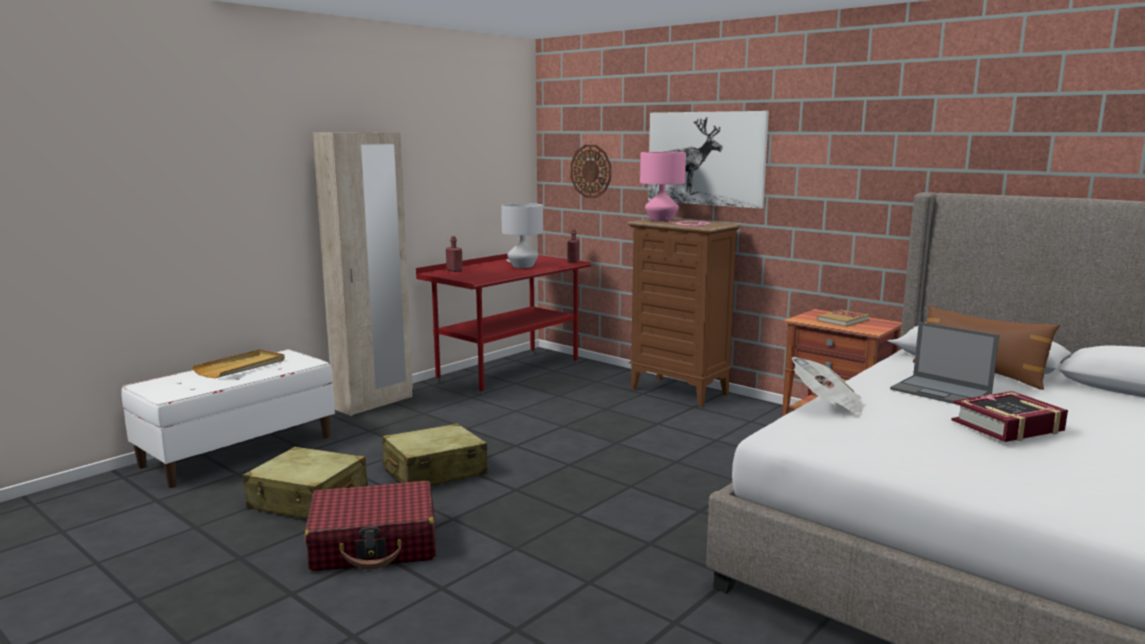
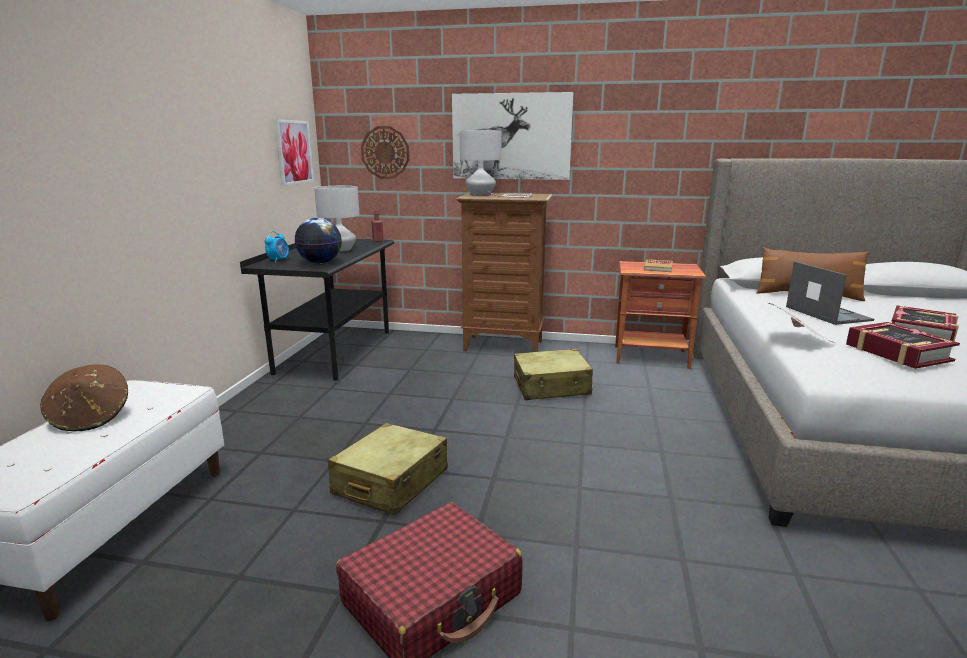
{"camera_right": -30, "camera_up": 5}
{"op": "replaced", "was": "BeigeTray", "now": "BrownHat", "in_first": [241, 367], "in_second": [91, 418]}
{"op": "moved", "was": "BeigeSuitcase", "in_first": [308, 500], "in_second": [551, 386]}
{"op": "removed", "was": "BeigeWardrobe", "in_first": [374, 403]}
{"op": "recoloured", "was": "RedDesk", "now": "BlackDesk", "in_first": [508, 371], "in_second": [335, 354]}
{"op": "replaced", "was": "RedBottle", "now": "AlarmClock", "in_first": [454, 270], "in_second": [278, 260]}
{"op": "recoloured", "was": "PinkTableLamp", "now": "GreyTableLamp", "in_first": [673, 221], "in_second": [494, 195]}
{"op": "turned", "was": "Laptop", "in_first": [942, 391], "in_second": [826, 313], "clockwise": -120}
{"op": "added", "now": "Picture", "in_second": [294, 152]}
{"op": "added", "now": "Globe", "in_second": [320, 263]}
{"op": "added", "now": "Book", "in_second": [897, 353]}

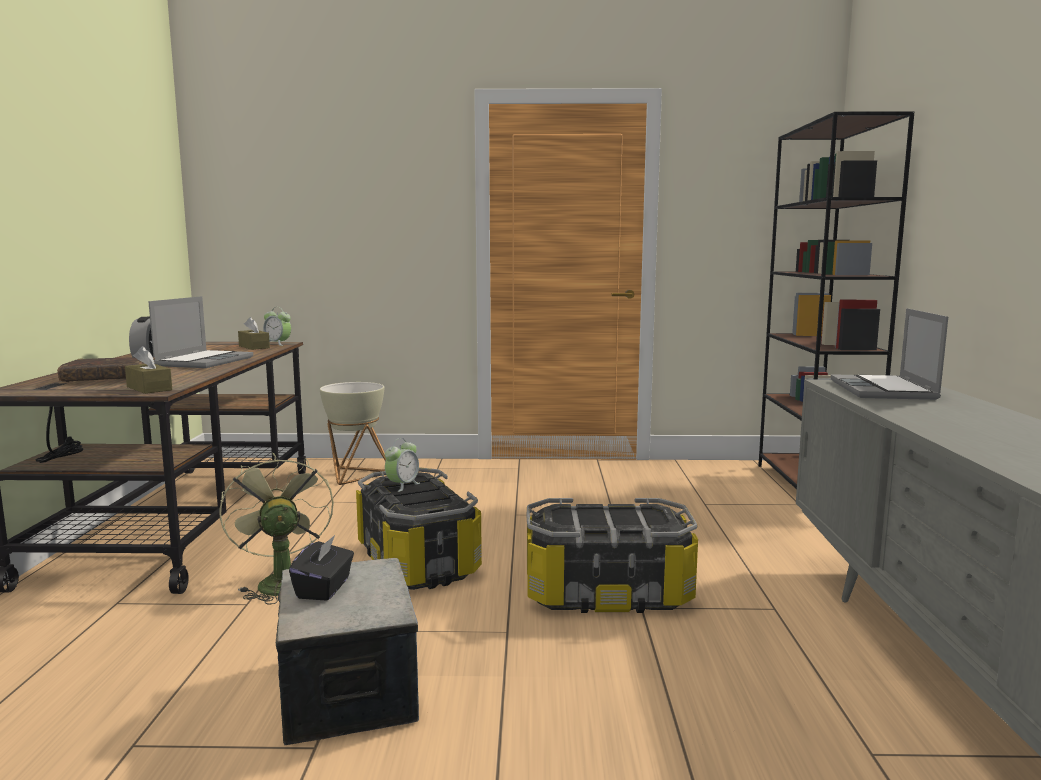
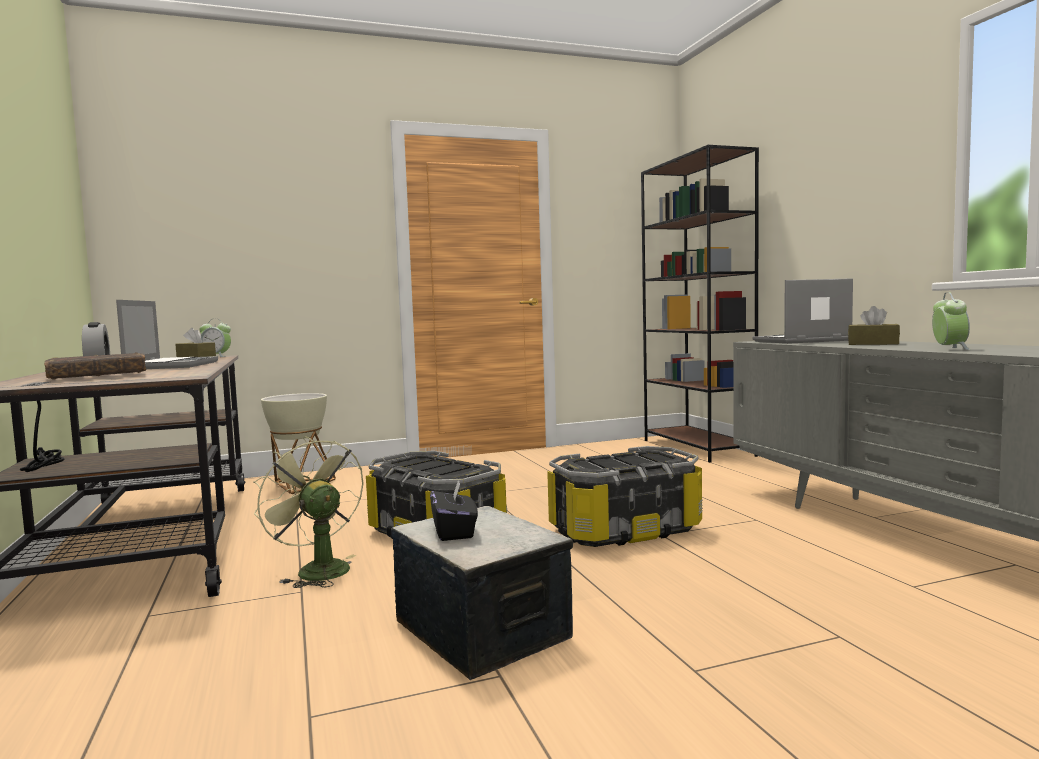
{"camera_right": -20, "camera_up": -5}
{"op": "moved", "was": "BrownTissueBox", "in_first": [149, 388], "in_second": [873, 344]}
{"op": "moved", "was": "AlarmClock", "in_first": [402, 485], "in_second": [949, 349]}
{"op": "turned", "was": "Laptop", "in_first": [884, 390], "in_second": [801, 341], "clockwise": 90}

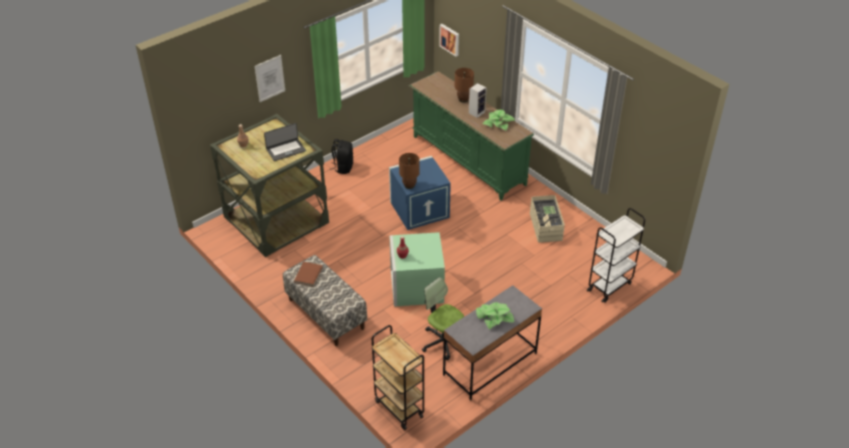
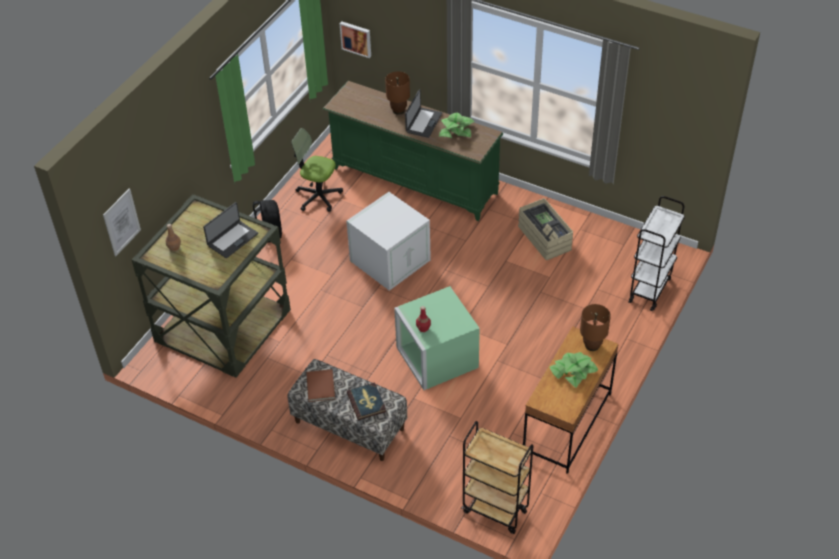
{"camera_right": -20, "camera_up": 5}
{"op": "moved", "was": "Picture", "in_first": [270, 78], "in_second": [121, 222]}
{"op": "recoloured", "was": "BlueStorageBox", "now": "WhiteStorageBox", "in_first": [420, 209], "in_second": [390, 259]}
{"op": "moved", "was": "BrownTableLamp", "in_first": [409, 185], "in_second": [592, 345]}
{"op": "moved", "was": "OfficeChair", "in_first": [443, 341], "in_second": [318, 196]}
{"op": "recoloured", "was": "GreyDesk", "now": "BrownDesk", "in_first": [490, 364], "in_second": [567, 424]}
{"op": "replaced", "was": "Speaker", "now": "Laptop", "in_first": [477, 112], "in_second": [423, 122]}
{"op": "added", "now": "Book", "in_second": [366, 402]}

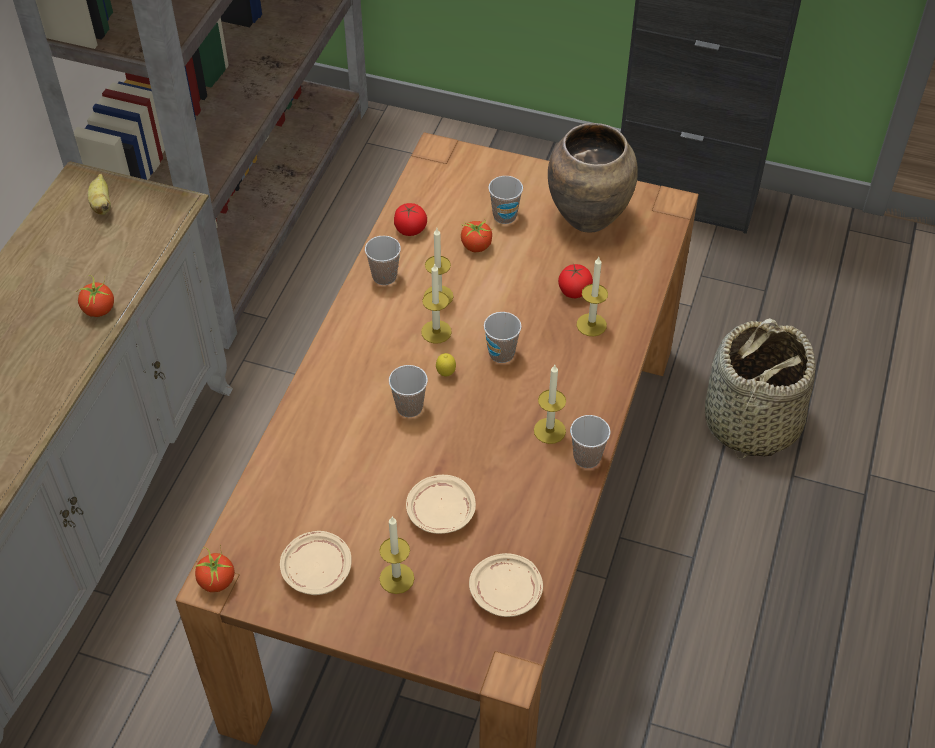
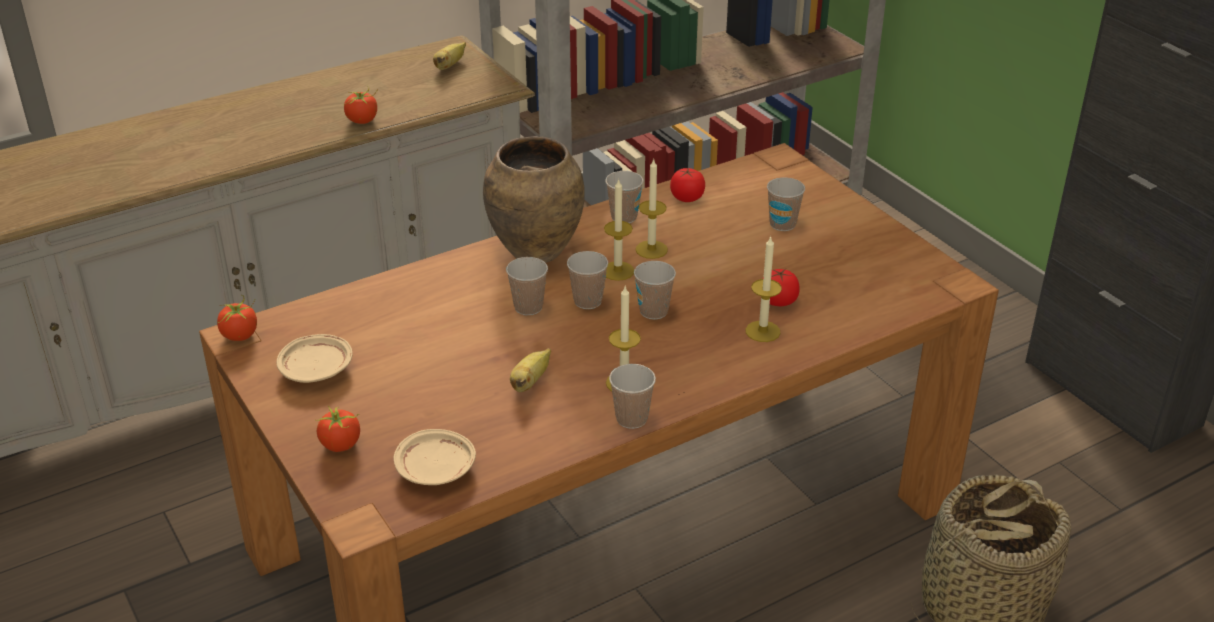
{"camera_right": 40, "camera_up": -15}
{"op": "removed", "was": "Candle", "in_first": [396, 578]}
{"op": "removed", "was": "BeigePlate", "in_first": [440, 512]}
{"op": "replaced", "was": "Lemon", "now": "Cup", "in_first": [446, 374], "in_second": [587, 301]}
{"op": "moved", "was": "Tomato", "in_first": [476, 246], "in_second": [341, 445]}
{"op": "moved", "was": "BrownVase", "in_first": [589, 218], "in_second": [536, 252]}
{"op": "added", "now": "Banana", "in_second": [530, 382]}

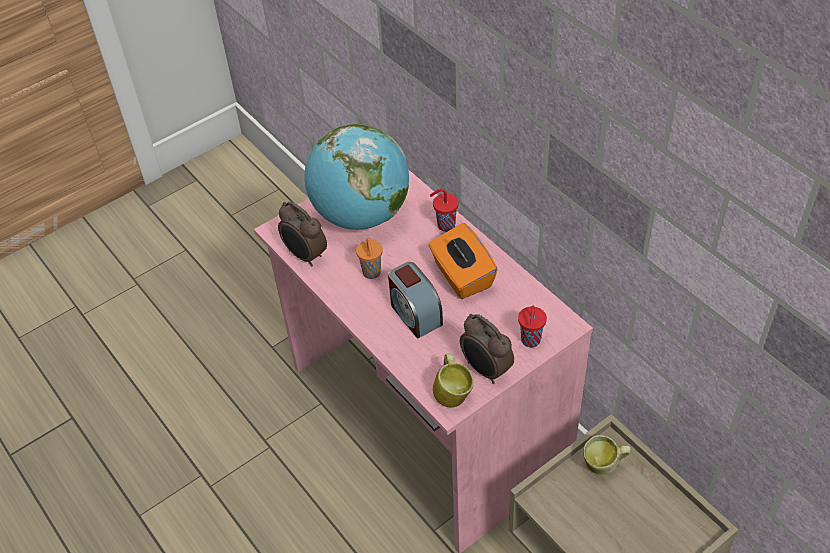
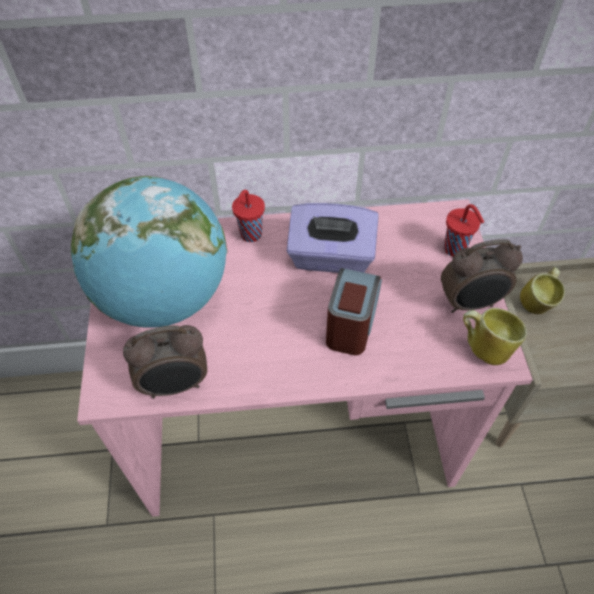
{"camera_right": -60, "camera_up": 5}
{"op": "removed", "was": "OrangeCup", "in_first": [372, 273]}
{"op": "turned", "was": "AlarmClock", "in_first": [415, 314], "in_second": [351, 324], "clockwise": -75}
{"op": "recoloured", "was": "OrangeTissueBox", "now": "PurpleTissueBox", "in_first": [462, 276], "in_second": [331, 257]}

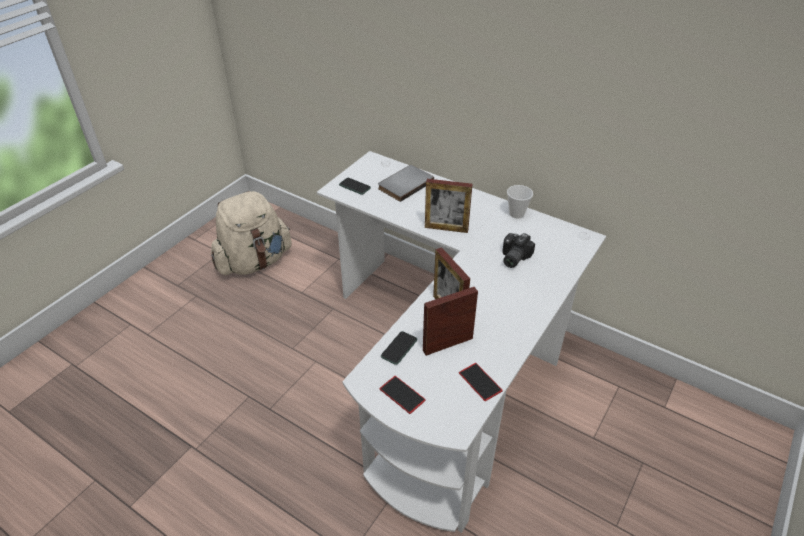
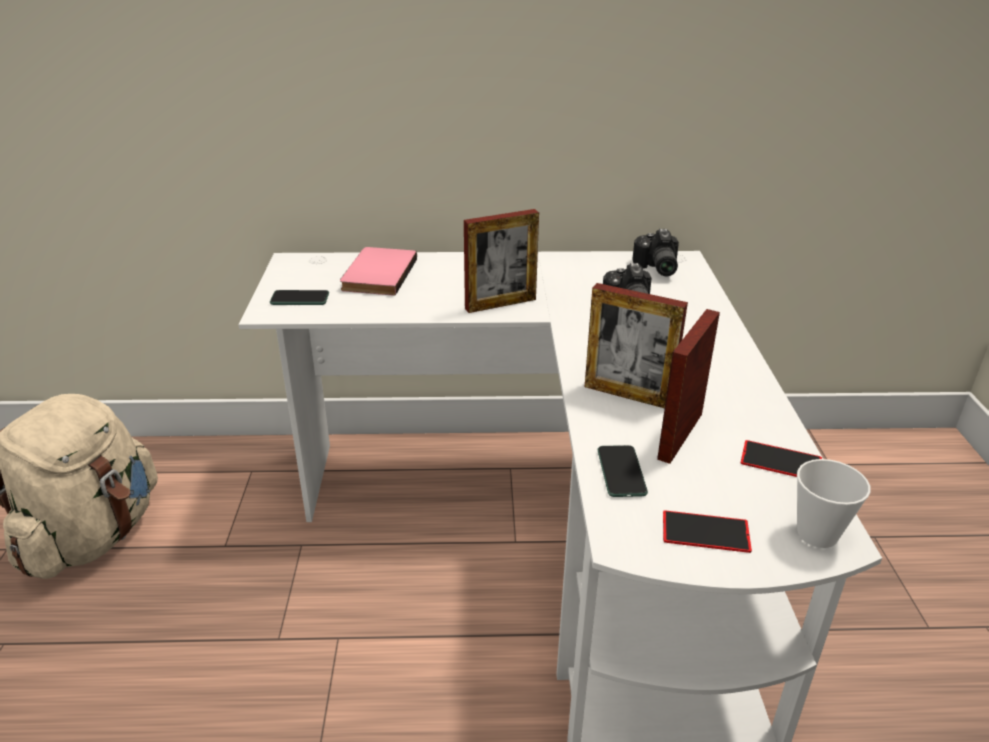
{"camera_right": -35, "camera_up": -10}
{"op": "recoloured", "was": "GreyBook", "now": "PinkBook", "in_first": [404, 184], "in_second": [376, 274]}
{"op": "moved", "was": "Cup", "in_first": [516, 214], "in_second": [817, 534]}
{"op": "added", "now": "PhotoCamera", "in_second": [656, 268]}

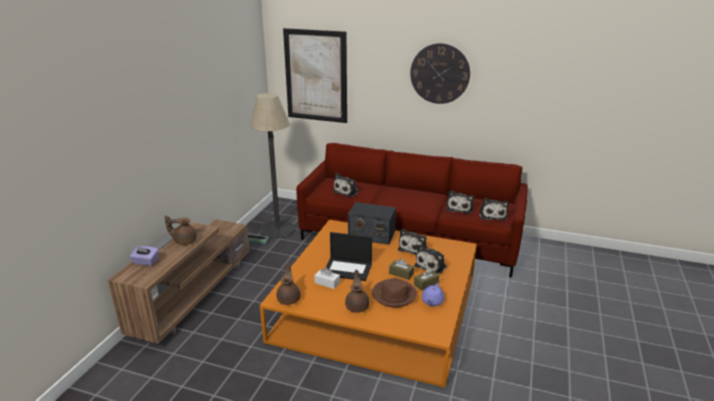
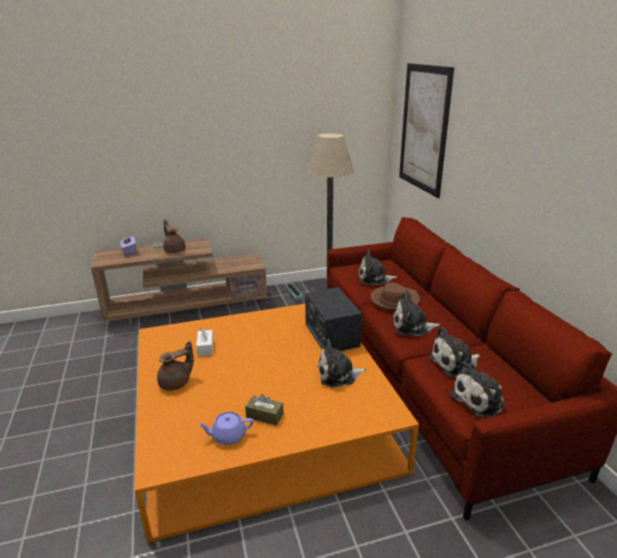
{"camera_right": 55, "camera_up": 0}
{"op": "removed", "was": "BrownTeapot", "in_first": [289, 298]}
{"op": "removed", "was": "Laptop", "in_first": [348, 269]}
{"op": "moved", "was": "BrownHat", "in_first": [394, 295], "in_second": [394, 300]}
{"op": "removed", "was": "BrownTissueBox", "in_first": [401, 274]}
{"op": "removed", "was": "WallClock", "in_first": [440, 73]}
{"op": "moved", "was": "PlushToy", "in_first": [432, 265], "in_second": [412, 326]}

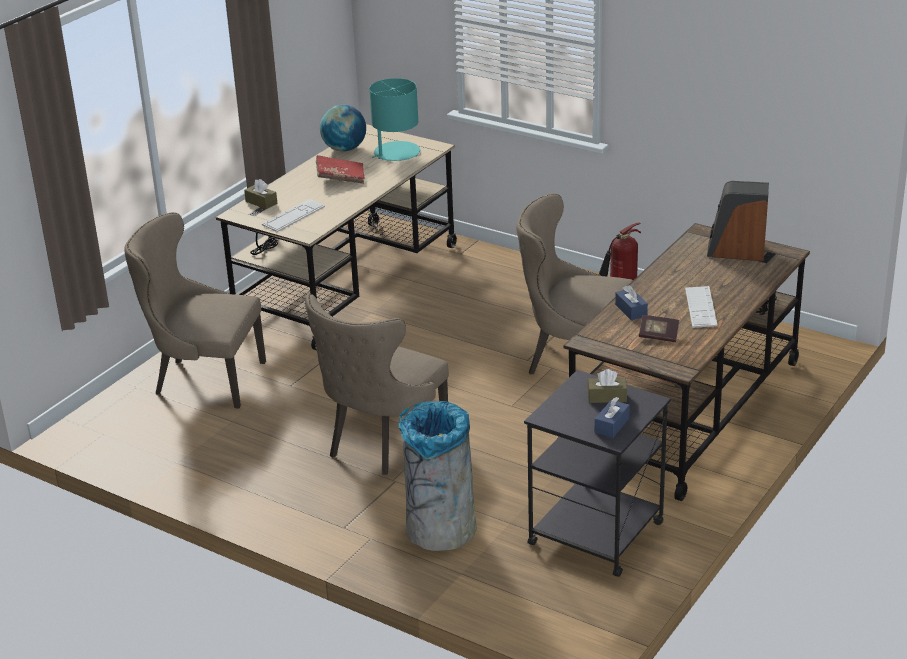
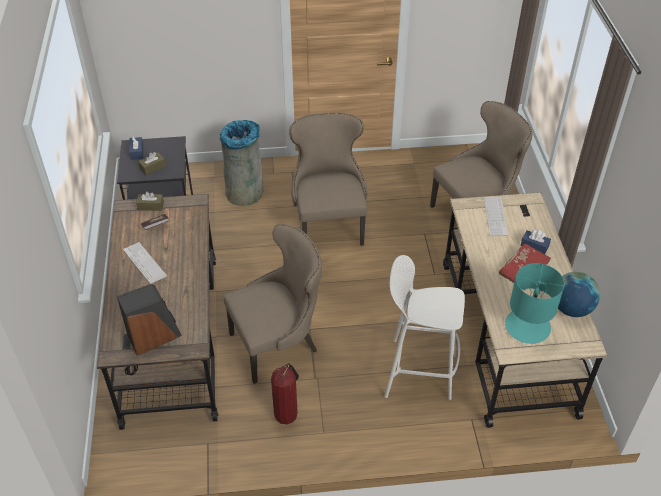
{"camera_right": 140, "camera_up": 15}
{"op": "moved", "was": "BrownTissueBox", "in_first": [261, 202], "in_second": [150, 206]}
{"op": "moved", "was": "BlueTissueBox", "in_first": [631, 310], "in_second": [534, 246]}
{"op": "added", "now": "WhiteStool", "in_second": [418, 372]}

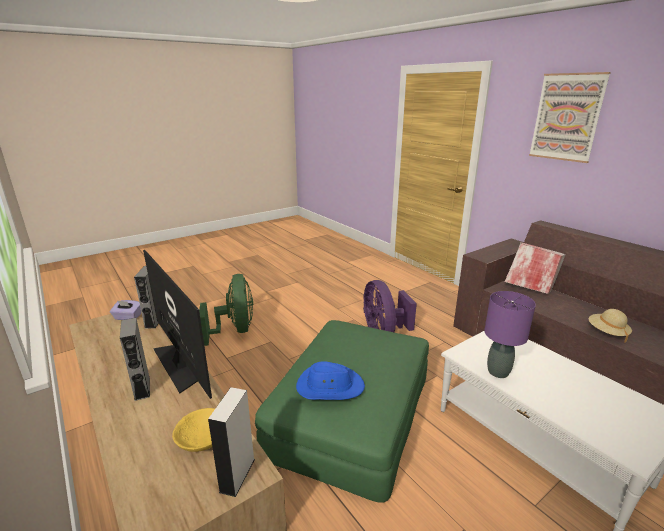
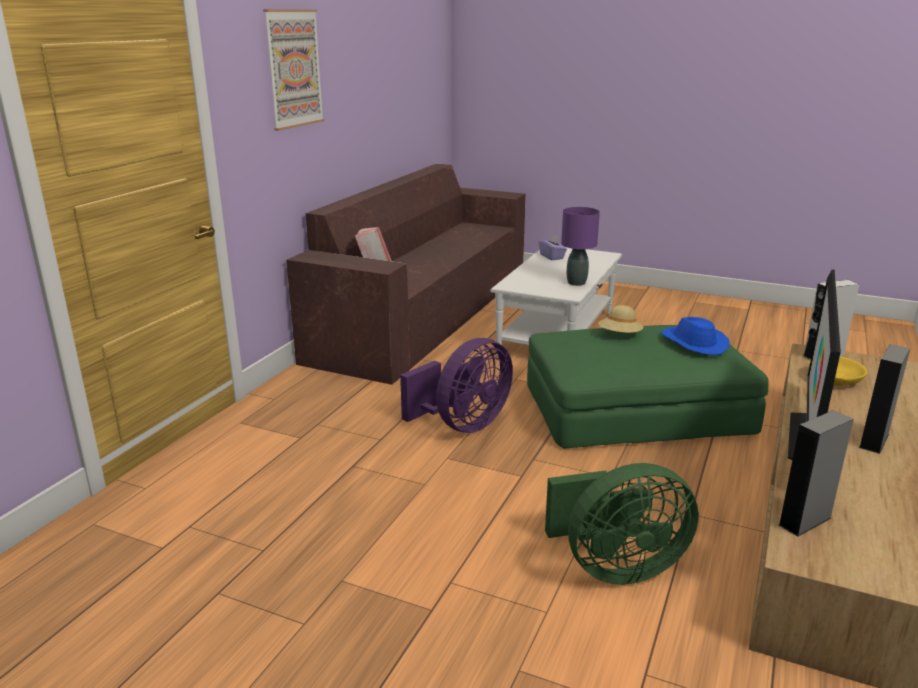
{"camera_right": -120, "camera_up": 0}
{"op": "moved", "was": "PurpleTissueBox", "in_first": [128, 317], "in_second": [552, 257]}
{"op": "turned", "was": "GreenFan", "in_first": [235, 330], "in_second": [615, 567], "clockwise": -150}
{"op": "moved", "was": "BeigeHat", "in_first": [607, 332], "in_second": [619, 335]}

